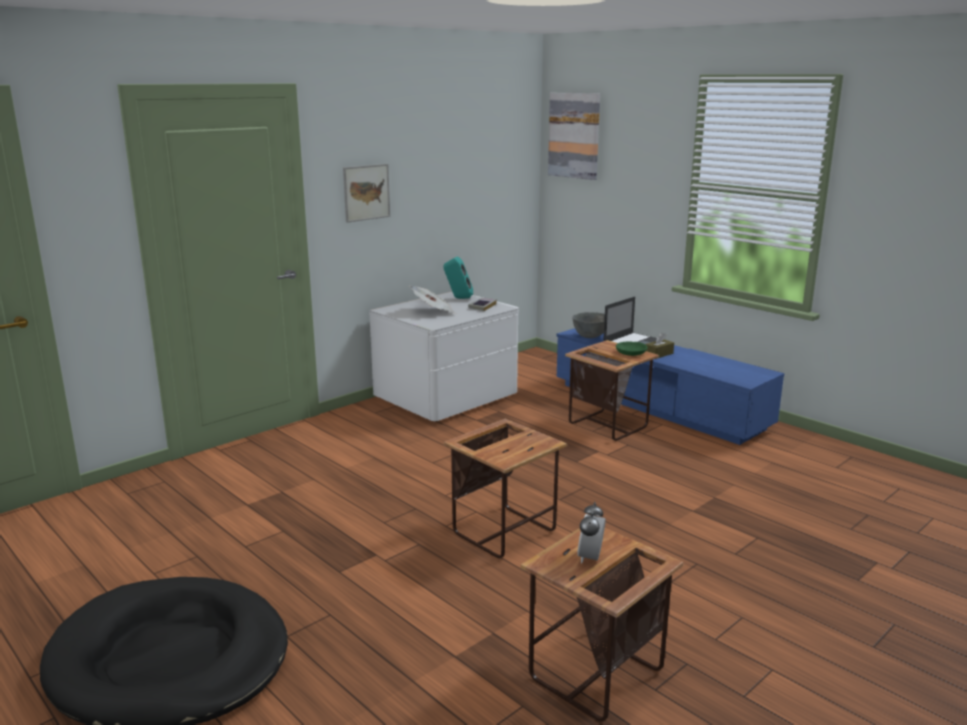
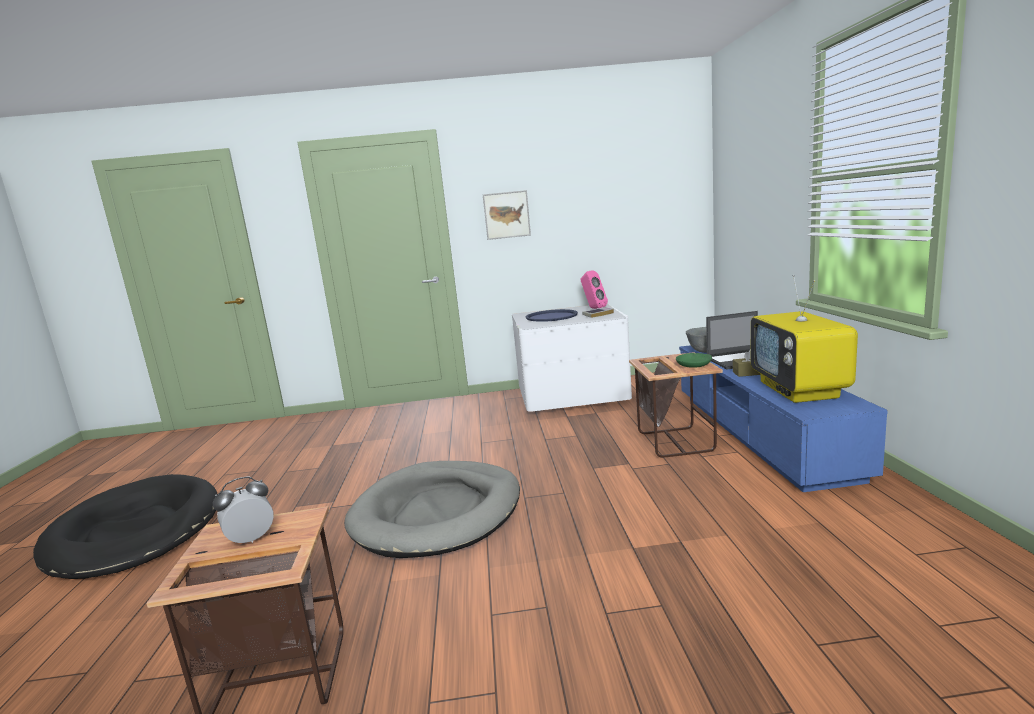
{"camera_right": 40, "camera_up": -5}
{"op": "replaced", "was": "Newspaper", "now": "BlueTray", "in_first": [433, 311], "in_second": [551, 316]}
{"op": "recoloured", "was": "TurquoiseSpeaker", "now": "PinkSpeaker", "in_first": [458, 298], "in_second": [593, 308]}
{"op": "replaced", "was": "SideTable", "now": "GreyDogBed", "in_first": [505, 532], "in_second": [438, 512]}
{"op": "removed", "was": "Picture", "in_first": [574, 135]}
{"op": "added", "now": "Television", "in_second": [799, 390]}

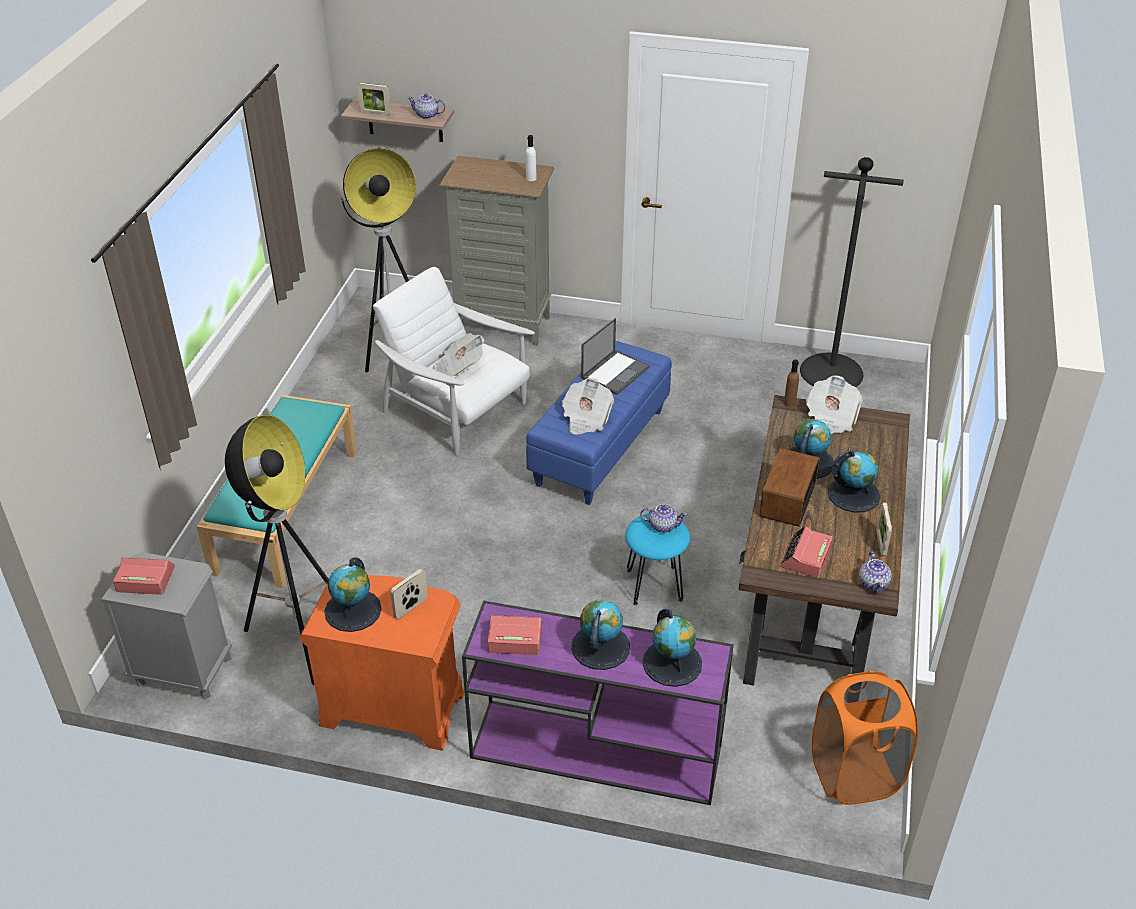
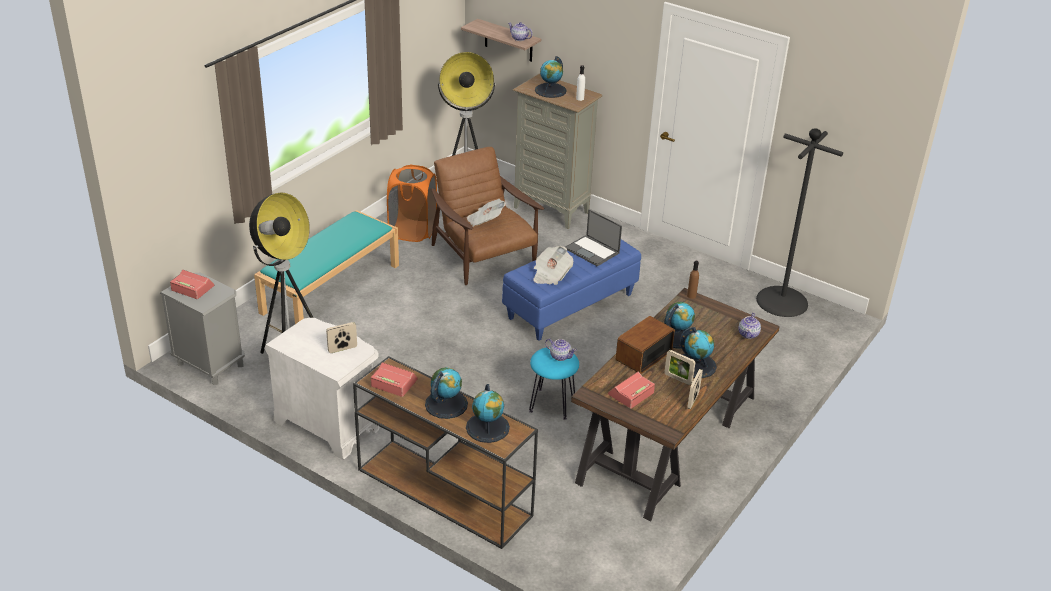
{"camera_right": 20, "camera_up": -5}
{"op": "recoloured", "was": "OrangeNightstand", "now": "WhiteNightstand", "in_first": [394, 703], "in_second": [329, 423]}
{"op": "moved", "was": "Globe", "in_first": [353, 610], "in_second": [550, 90]}
{"op": "moved", "was": "PictureFrame", "in_first": [375, 113], "in_second": [678, 379]}
{"op": "recoloured", "was": "WhiteArmchair", "now": "BrownArmchair", "in_first": [457, 410], "in_second": [484, 256]}
{"op": "recoloured", "was": "PurpleConsoleTable", "now": "BrownConsoleTable", "in_first": [593, 751], "in_second": [442, 492]}
{"op": "turned", "was": "Laptop", "in_first": [615, 372], "in_second": [592, 251], "clockwise": 75}
{"op": "removed", "was": "Newspaper", "in_first": [831, 418]}
{"op": "moved", "was": "OrangeLaundryBasket", "in_first": [854, 775], "in_second": [412, 231]}
{"op": "moved", "was": "Teapot", "in_first": [873, 583], "in_second": [748, 334]}

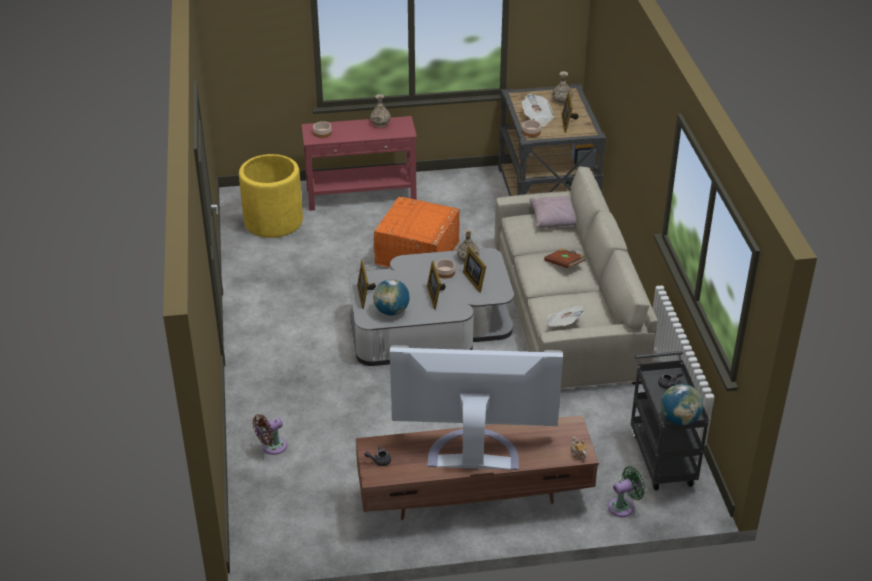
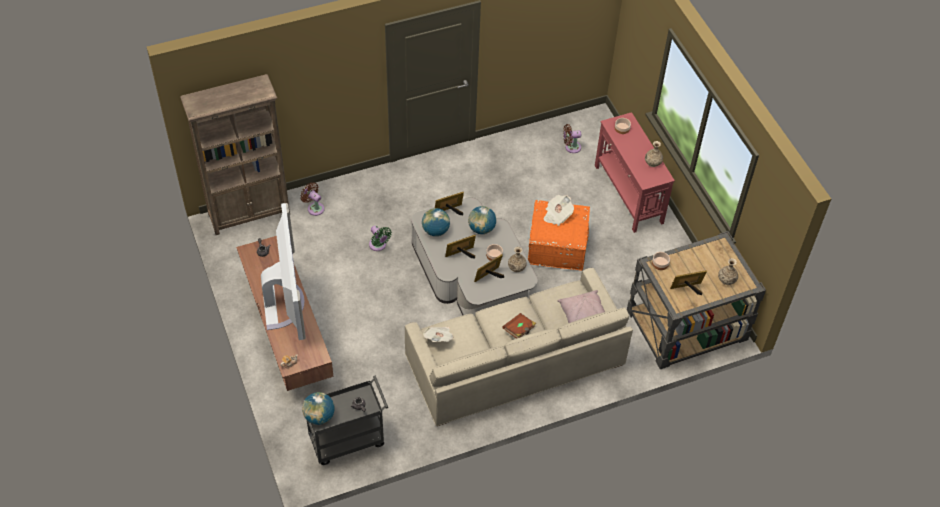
{"camera_right": 75, "camera_up": 15}
{"op": "replaced", "was": "YellowPlanter", "now": "BrownFan", "in_first": [273, 221], "in_second": [571, 147]}
{"op": "moved", "was": "Newspaper", "in_first": [537, 118], "in_second": [557, 215]}
{"op": "moved", "was": "GreenFan", "in_first": [623, 506], "in_second": [378, 245]}
{"op": "added", "now": "BrownBookcase", "in_second": [249, 214]}
{"op": "added", "now": "Globe", "in_second": [481, 229]}

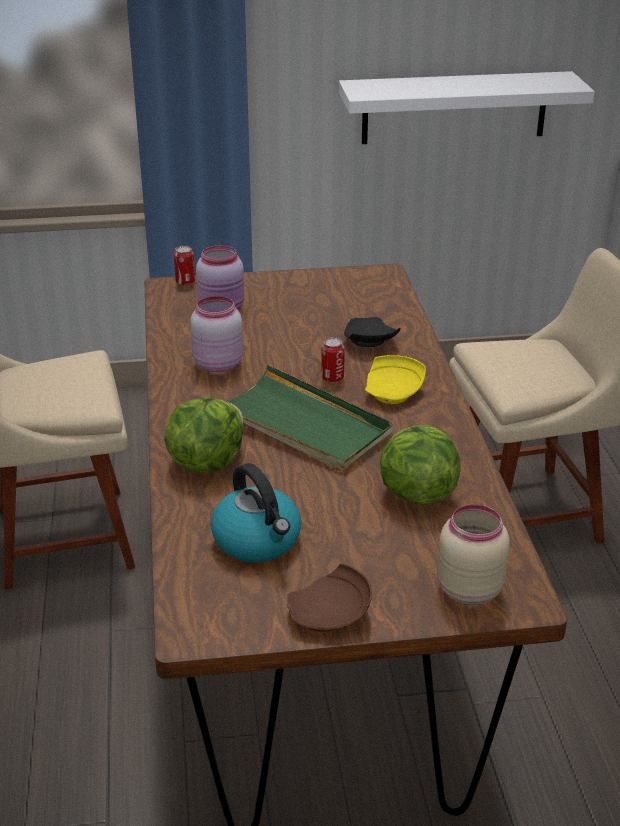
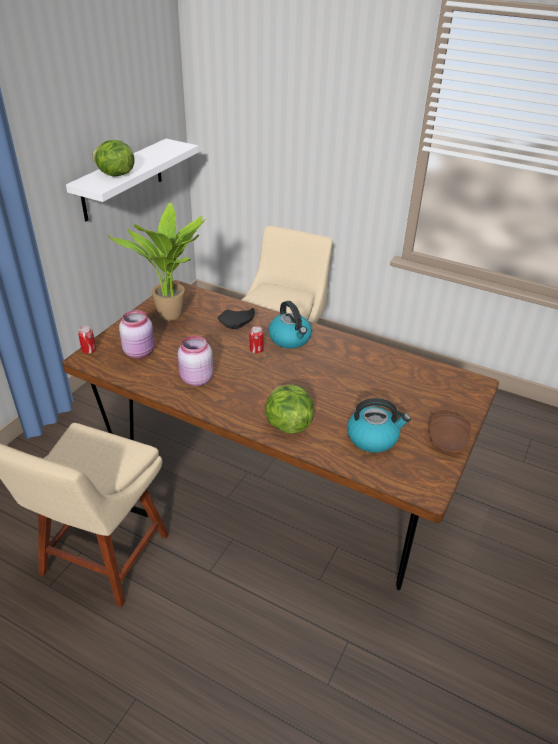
{"camera_right": -55, "camera_up": 5}
{"op": "removed", "was": "GreenTray", "in_first": [302, 424]}
{"op": "replaced", "was": "YellowPlate", "now": "Kettle", "in_first": [394, 392], "in_second": [290, 339]}
{"op": "moved", "was": "Lettuce", "in_first": [416, 493], "in_second": [115, 175]}
{"op": "removed", "was": "BeigeJar", "in_first": [467, 589]}
{"op": "added", "now": "PottedPlant", "in_second": [173, 317]}

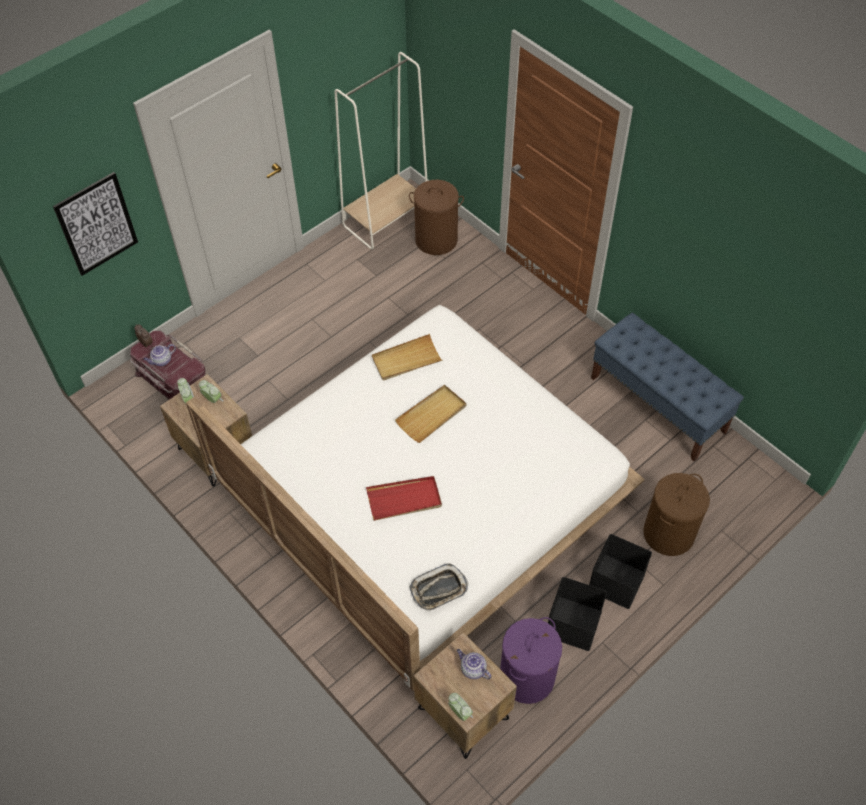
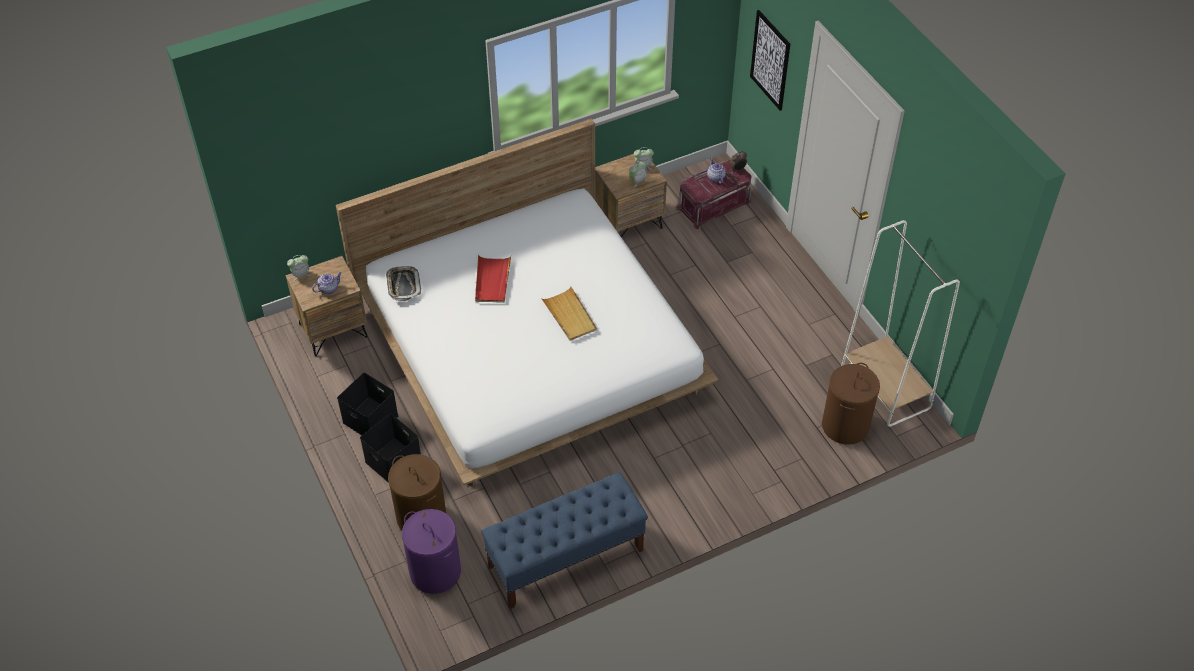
{"camera_right": 105, "camera_up": -5}
{"op": "removed", "was": "BeigeTray", "in_first": [406, 360]}
{"op": "moved", "was": "PurpleLaundryBasket", "in_first": [526, 677], "in_second": [435, 571]}

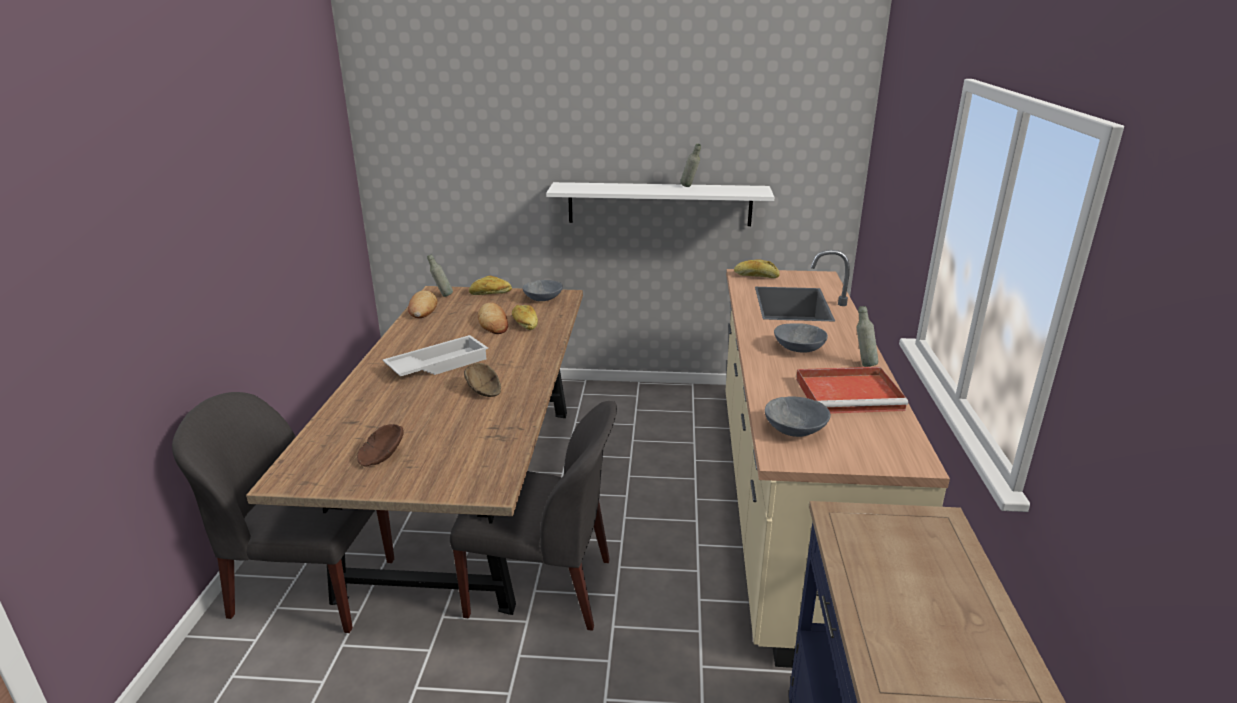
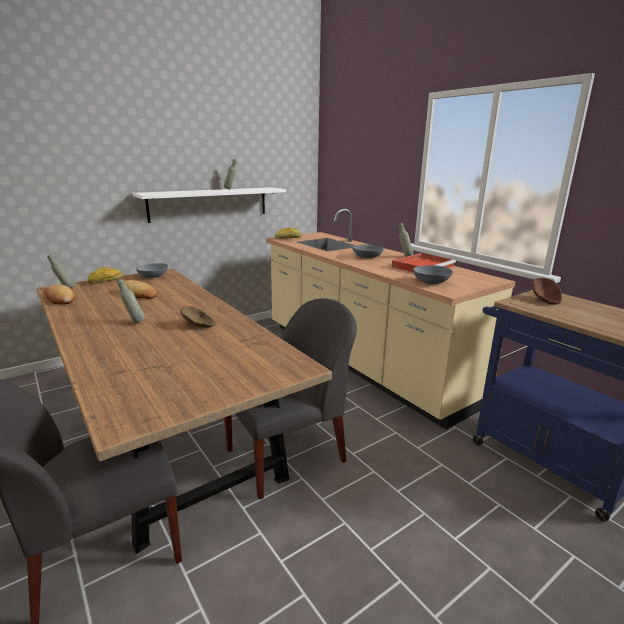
{"camera_right": -40, "camera_up": -5}
{"op": "moved", "was": "BrownBowl", "in_first": [380, 456], "in_second": [544, 300]}
{"op": "replaced", "was": "WhiteTray", "now": "GreyBottle", "in_first": [437, 364], "in_second": [134, 322]}
{"op": "removed", "was": "Bread", "in_first": [524, 324]}

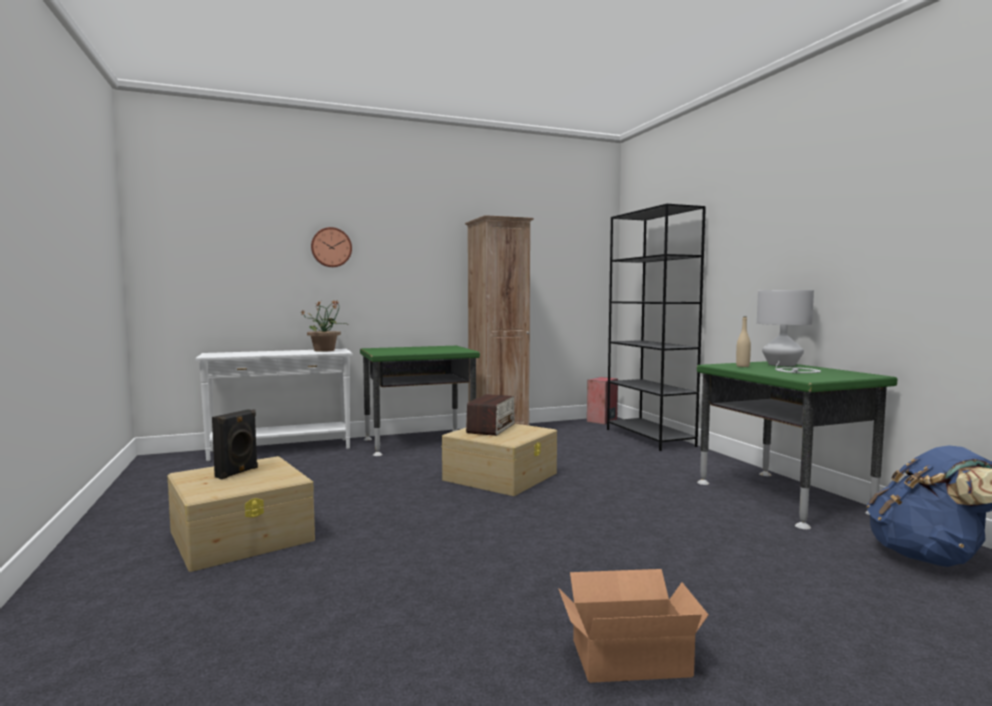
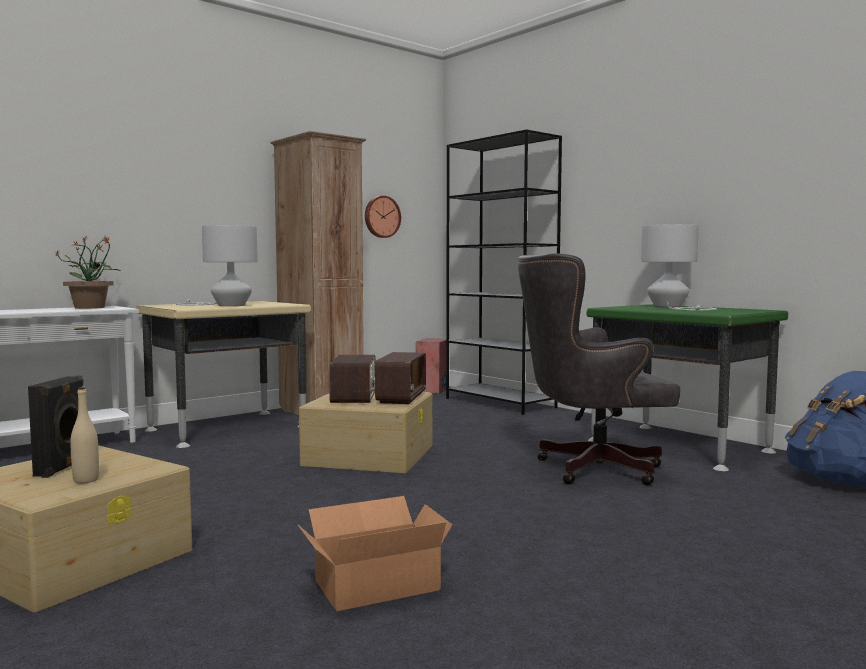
{"camera_right": -20, "camera_up": 0}
{"op": "moved", "was": "WallClock", "in_first": [331, 247], "in_second": [381, 217]}
{"op": "recoloured", "was": "GreenDesk", "now": "BeigeDesk", "in_first": [419, 442], "in_second": [227, 428]}
{"op": "moved", "was": "CardboardBox", "in_first": [626, 655], "in_second": [372, 584]}
{"op": "moved", "was": "BeigeBottle", "in_first": [742, 366], "in_second": [86, 480]}
{"op": "added", "now": "GreyTableLamp", "in_second": [217, 305]}
{"op": "added", "now": "Radio", "in_second": [401, 397]}
{"op": "added", "now": "GreyOfficeChair", "in_second": [590, 470]}

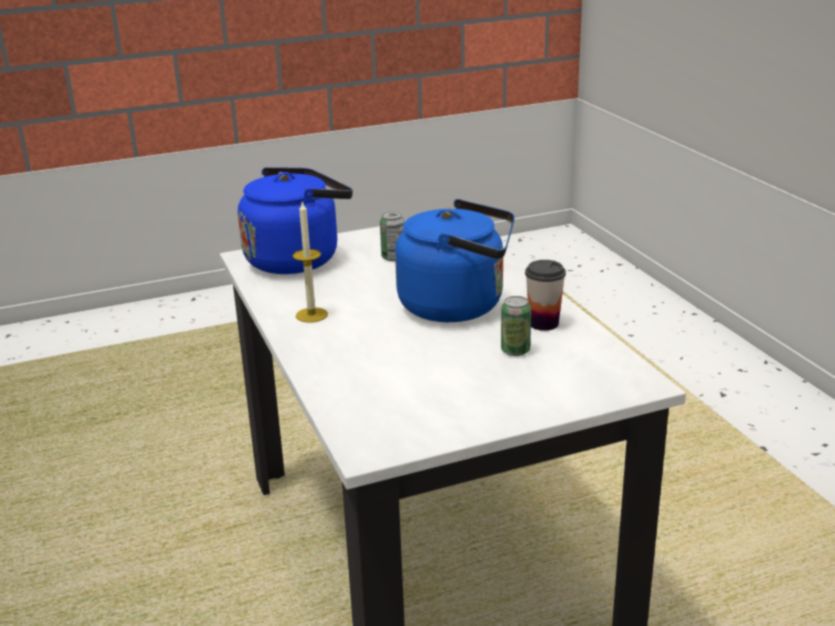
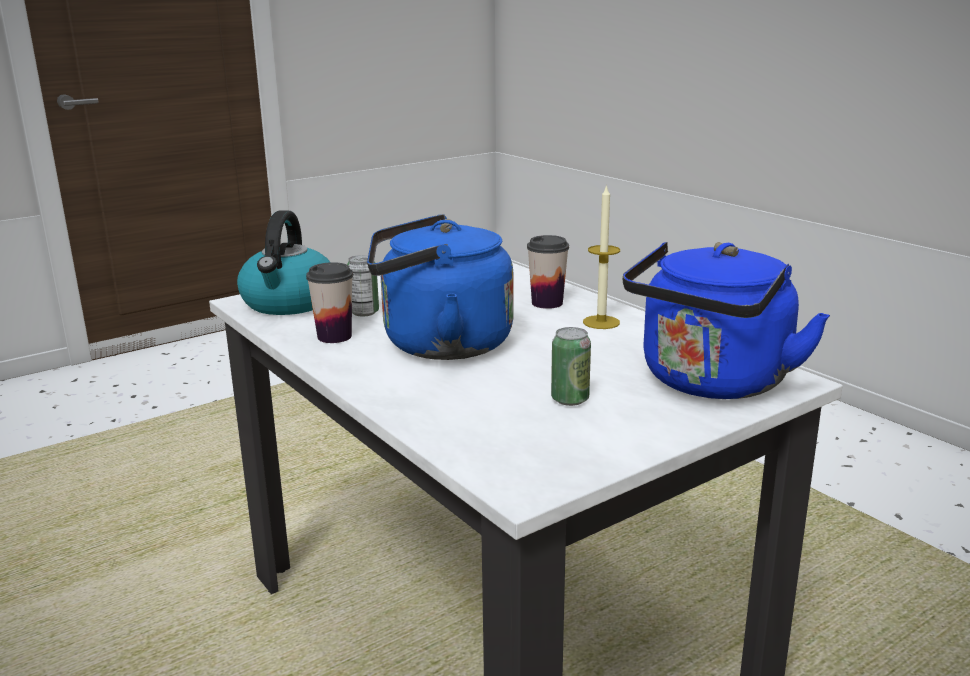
{"camera_right": 165, "camera_up": -5}
{"op": "added", "now": "Kettle", "in_second": [289, 303]}
{"op": "added", "now": "Cup", "in_second": [547, 303]}

